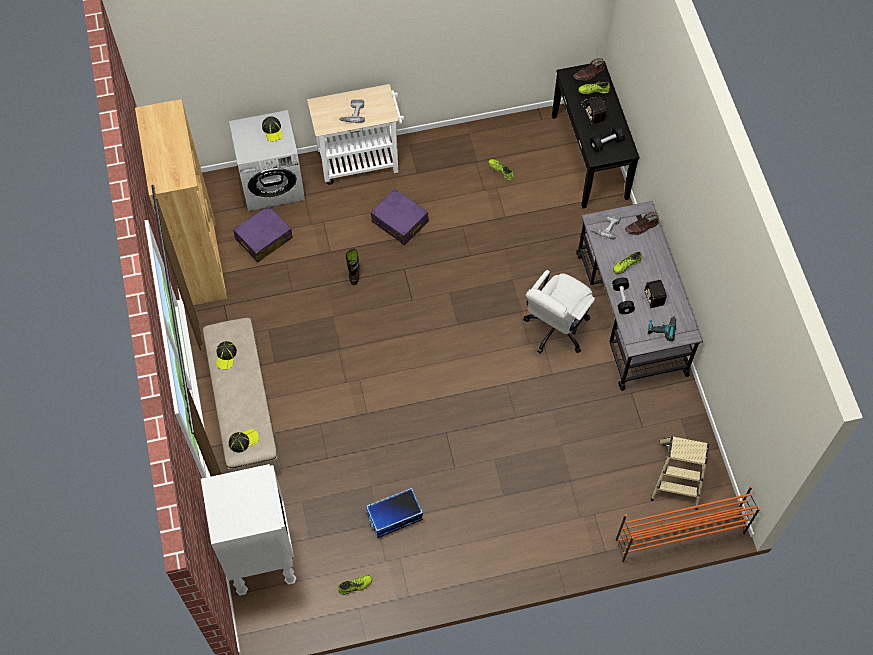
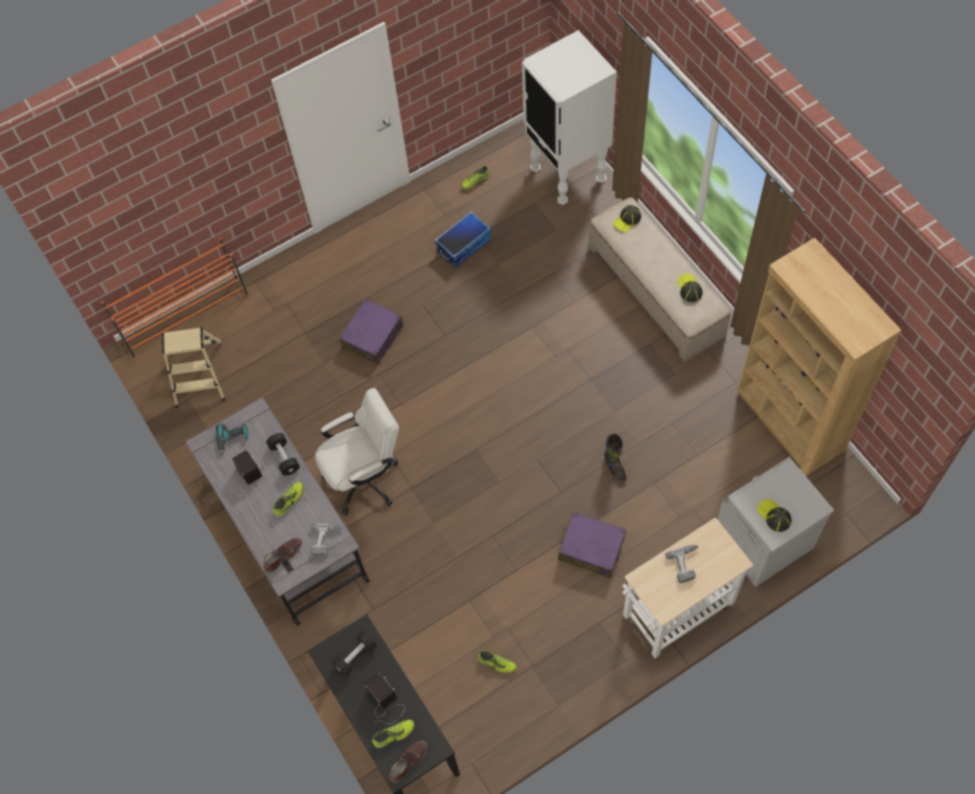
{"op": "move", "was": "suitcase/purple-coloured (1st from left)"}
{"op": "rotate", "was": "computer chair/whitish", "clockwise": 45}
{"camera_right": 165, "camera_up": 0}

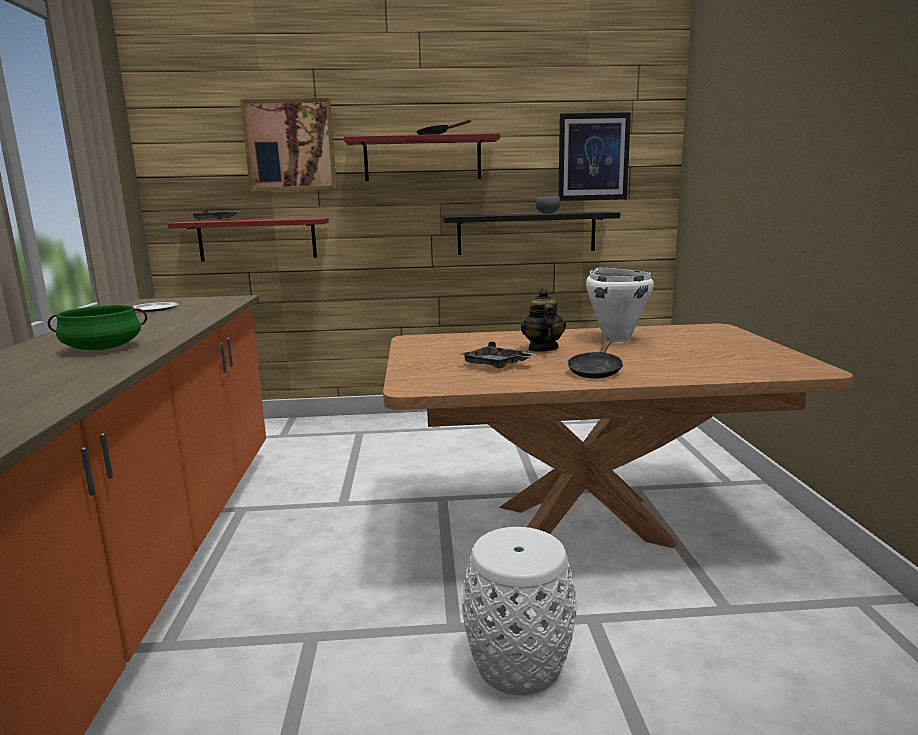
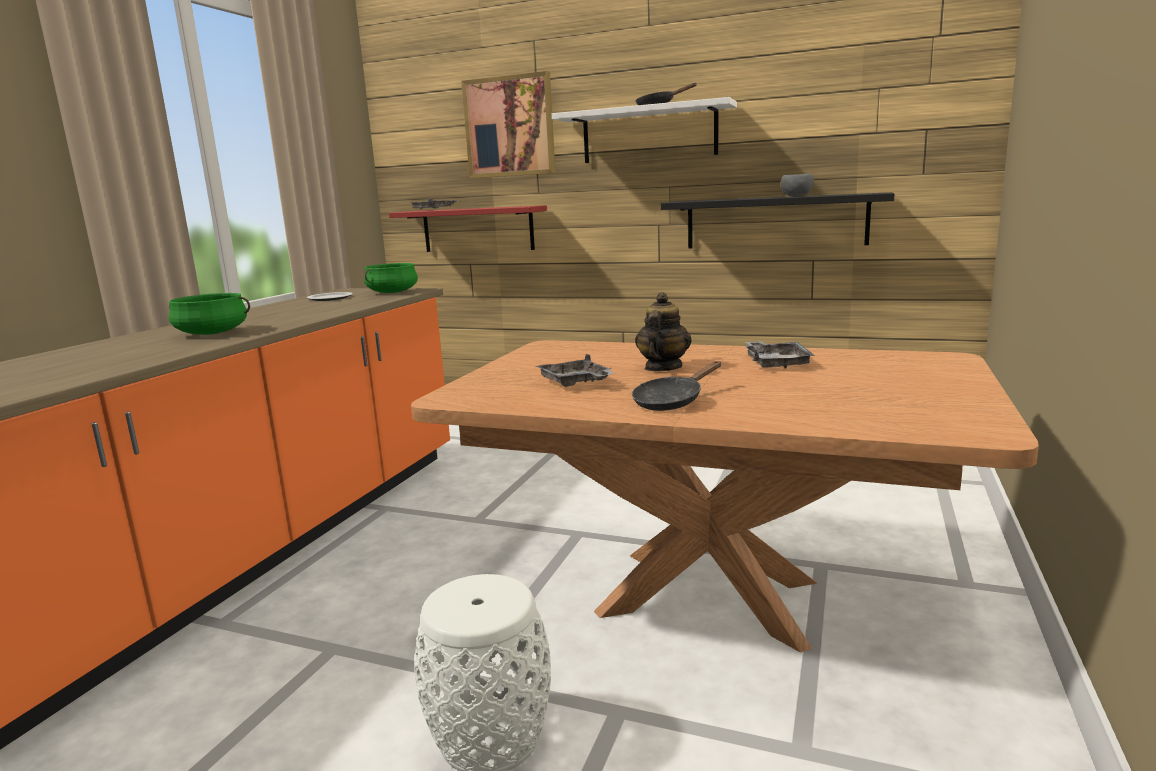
{"op": "recolor", "was": "bracket shelf/red-coloured (2nd from left)", "now": "bracket shelf/whitish"}
{"op": "delete", "was": "wall art (2nd from left)"}
{"op": "replace", "was": "stockpot/whitish", "now": "carrying tray/gray (3rd from left)"}
{"op": "insert", "now": "stockpot/greenish (2nd from left)"}
{"camera_right": 25, "camera_up": 0}

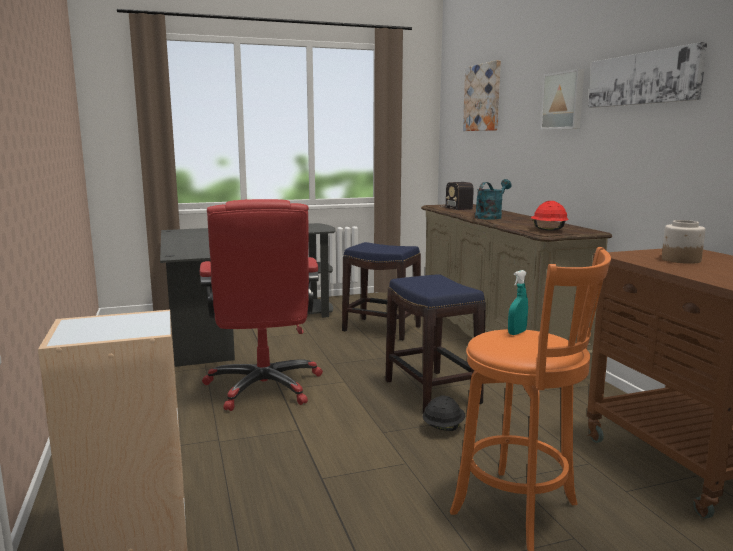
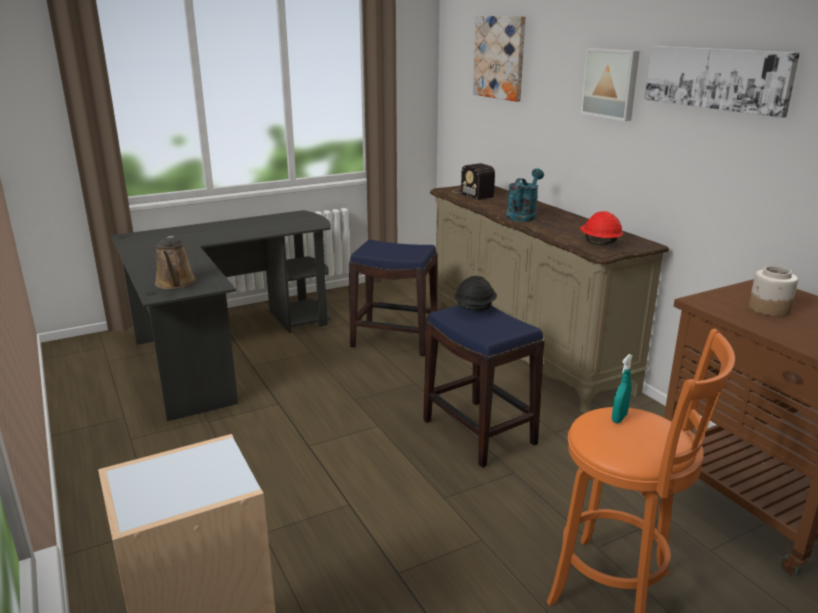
{"op": "delete", "was": "computer chair/red-coloured"}
{"op": "move", "was": "safety helmet/black"}
{"op": "insert", "now": "watering can/brown-coloured"}
{"camera_right": -10, "camera_up": 10}

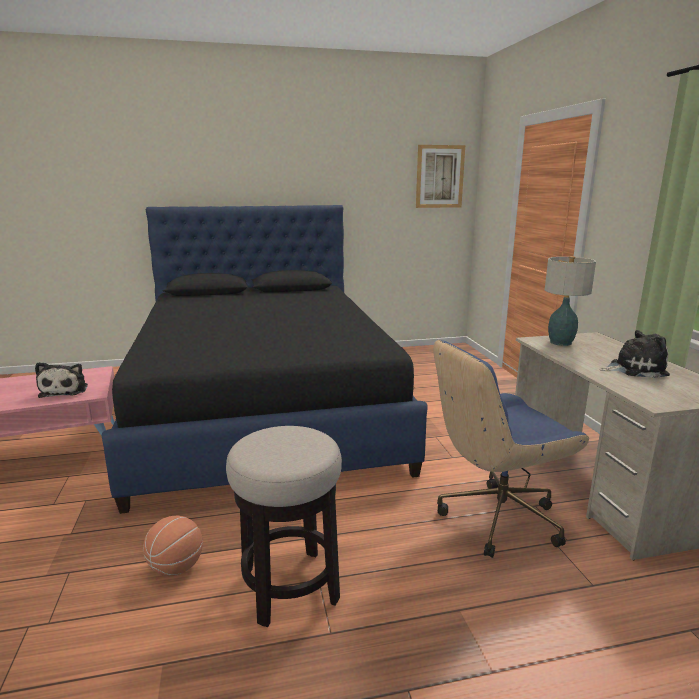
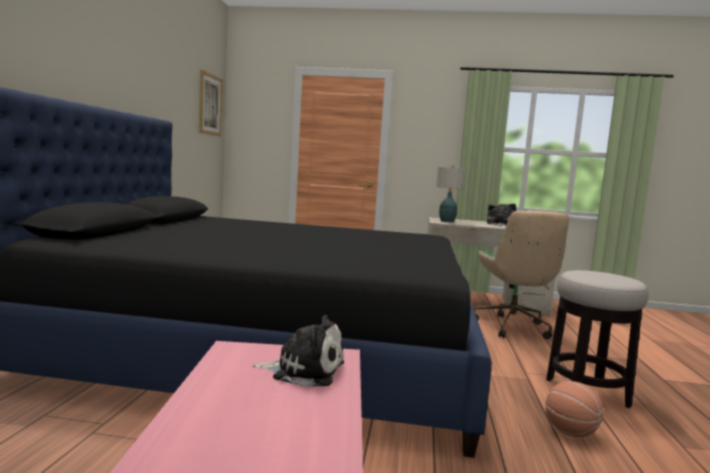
{"op": "recolor", "was": "computer chair/blue", "now": "computer chair/greenish"}
{"camera_right": -70, "camera_up": -10}

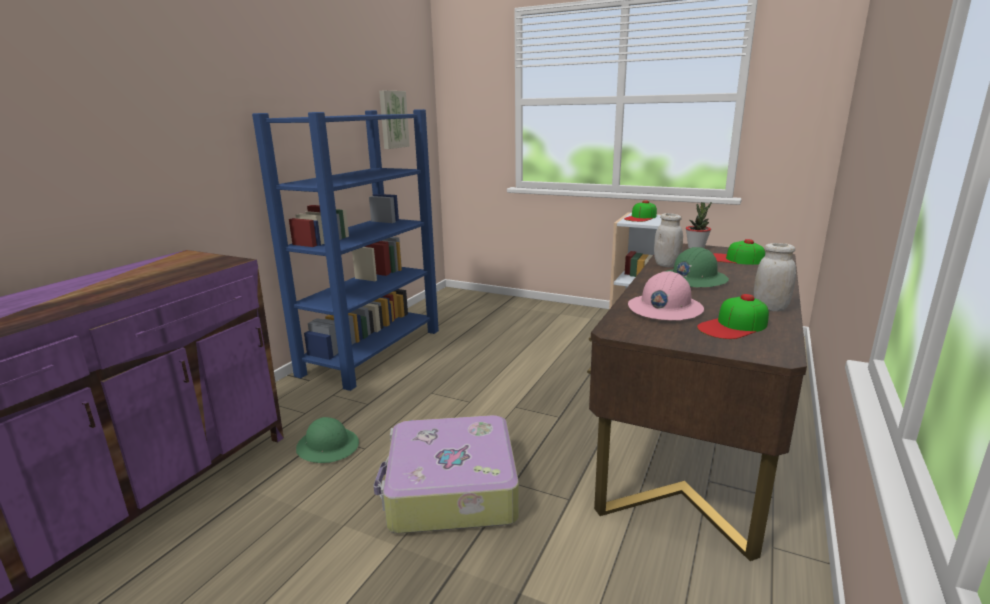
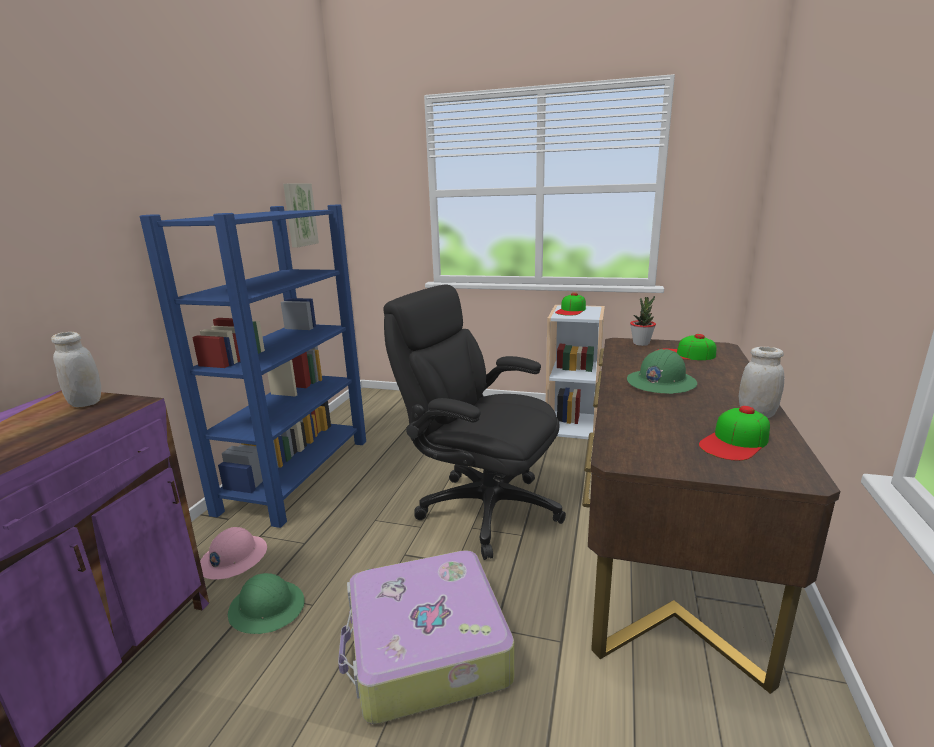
{"op": "move", "was": "safety helmet/pink"}
{"op": "move", "was": "storage jar/whitish (1st from left)"}
{"op": "insert", "now": "computer chair/black"}
{"camera_right": -10, "camera_up": 0}

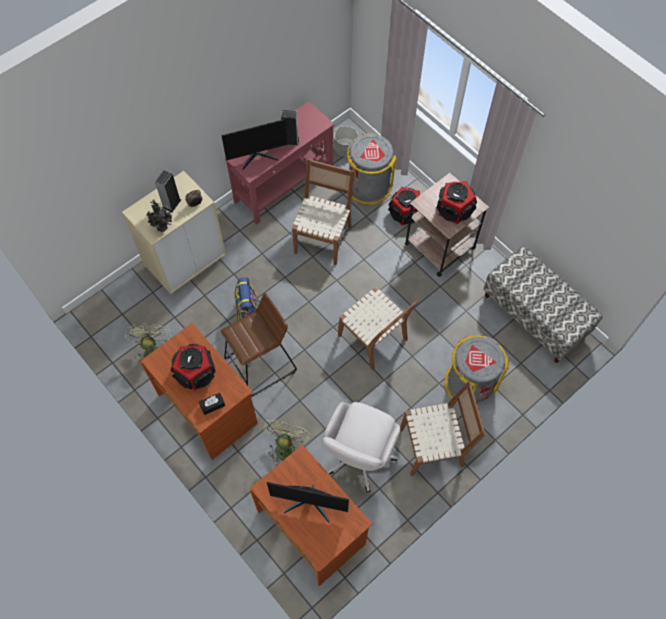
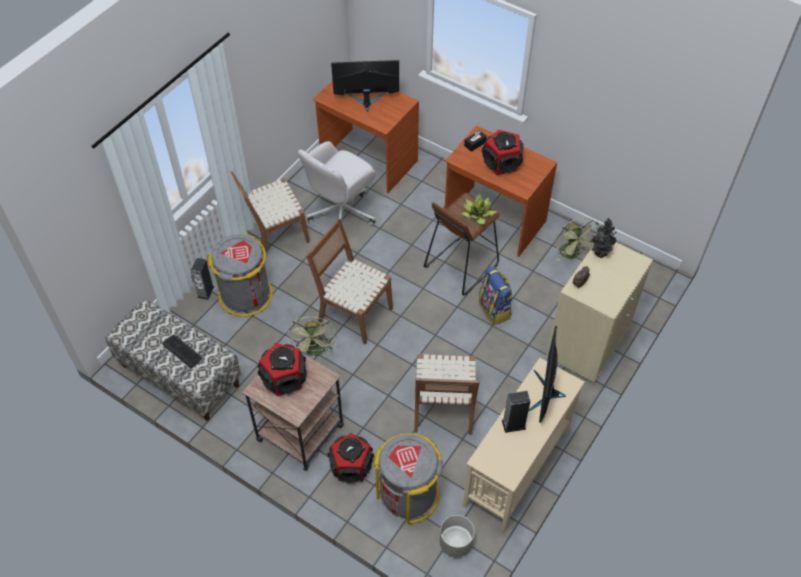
{"op": "move", "was": "loudspeaker (1st from left)"}
{"op": "rotate", "was": "computer screen (1st from left in the first image)", "clockwise": -45}
{"op": "recolor", "was": "narrow table/red-coloured", "now": "narrow table/sand-coloured"}
{"op": "move", "was": "fan/greenish (2nd from left in the first image)", "now": "fan/greenish (1st from left)"}
{"op": "rotate", "was": "computer chair/whitish", "clockwise": -150}
{"op": "insert", "now": "PC keyboard"}
{"op": "insert", "now": "plant in a pot (1st from left)"}
{"camera_right": 165, "camera_up": -10}

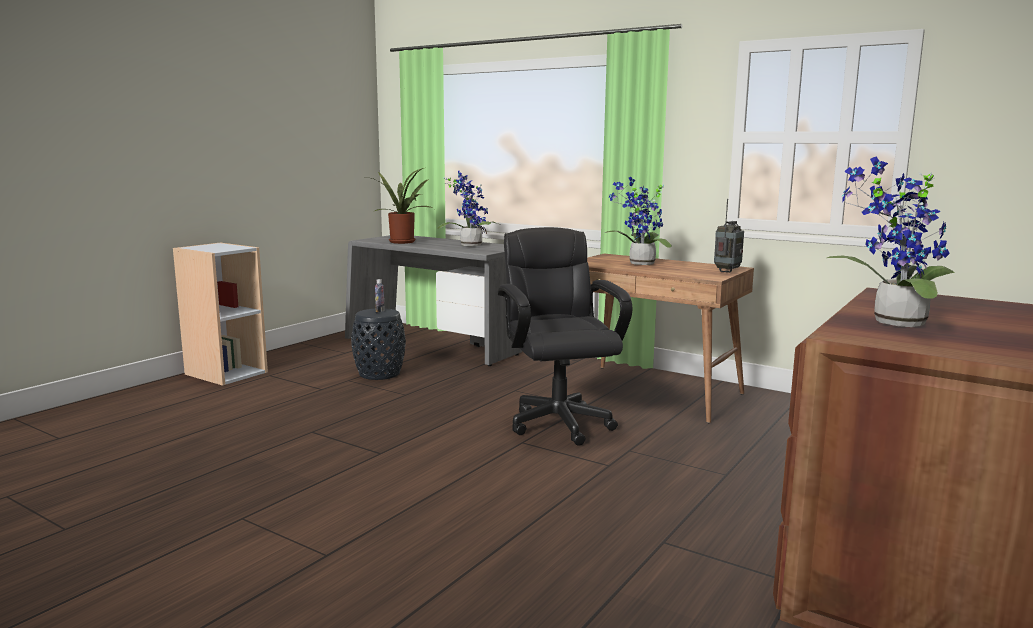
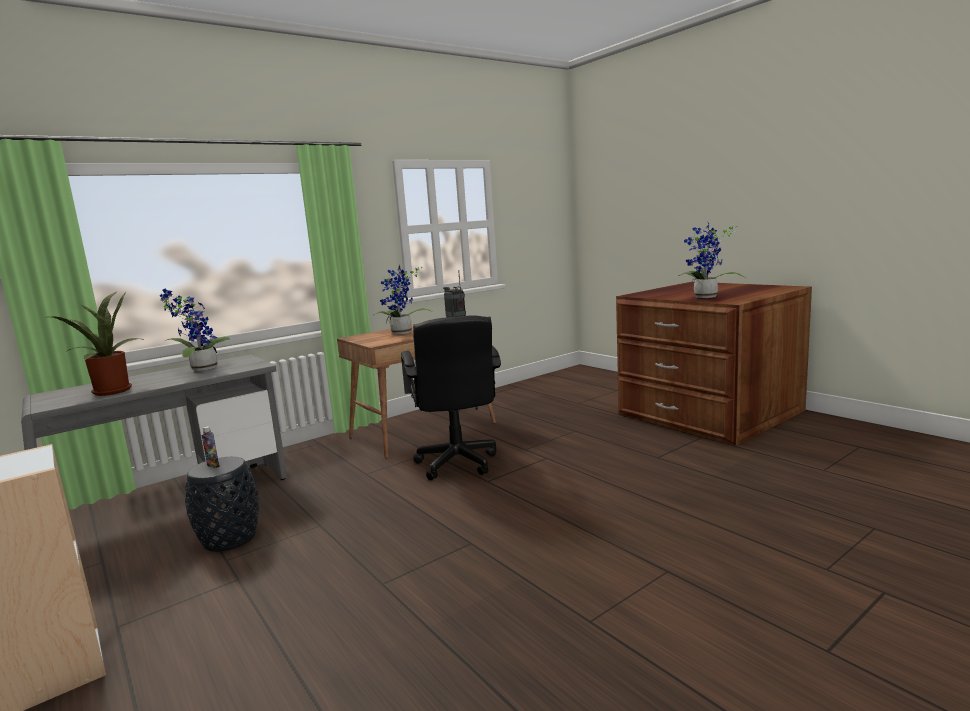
{"op": "rotate", "was": "computer chair/black", "clockwise": -105}
{"camera_right": -70, "camera_up": 0}

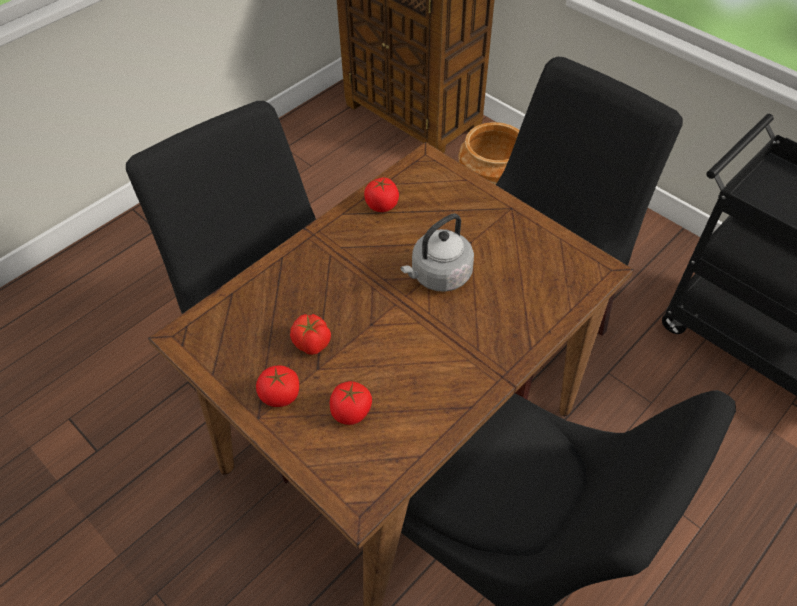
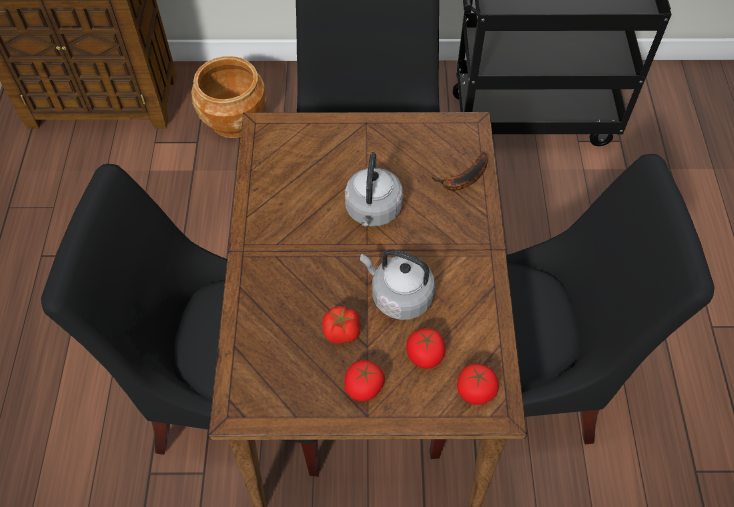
{"op": "move", "was": "fresh tomato (4th from left)"}
{"op": "insert", "now": "kettle/gray (2nd from left)"}
{"op": "insert", "now": "banana"}
{"camera_right": -45, "camera_up": 5}

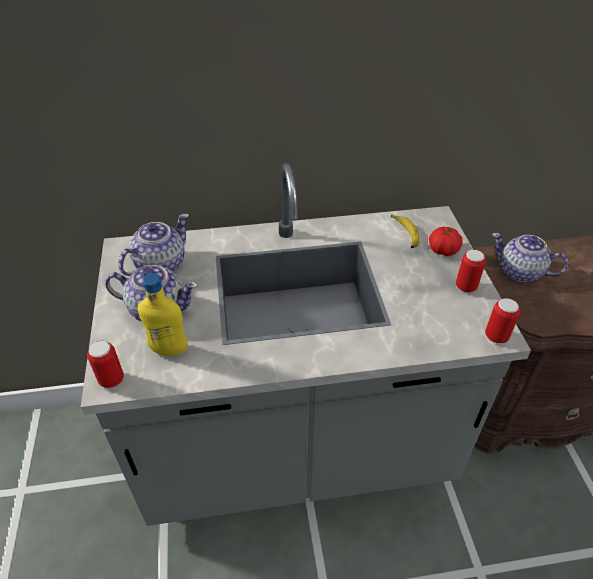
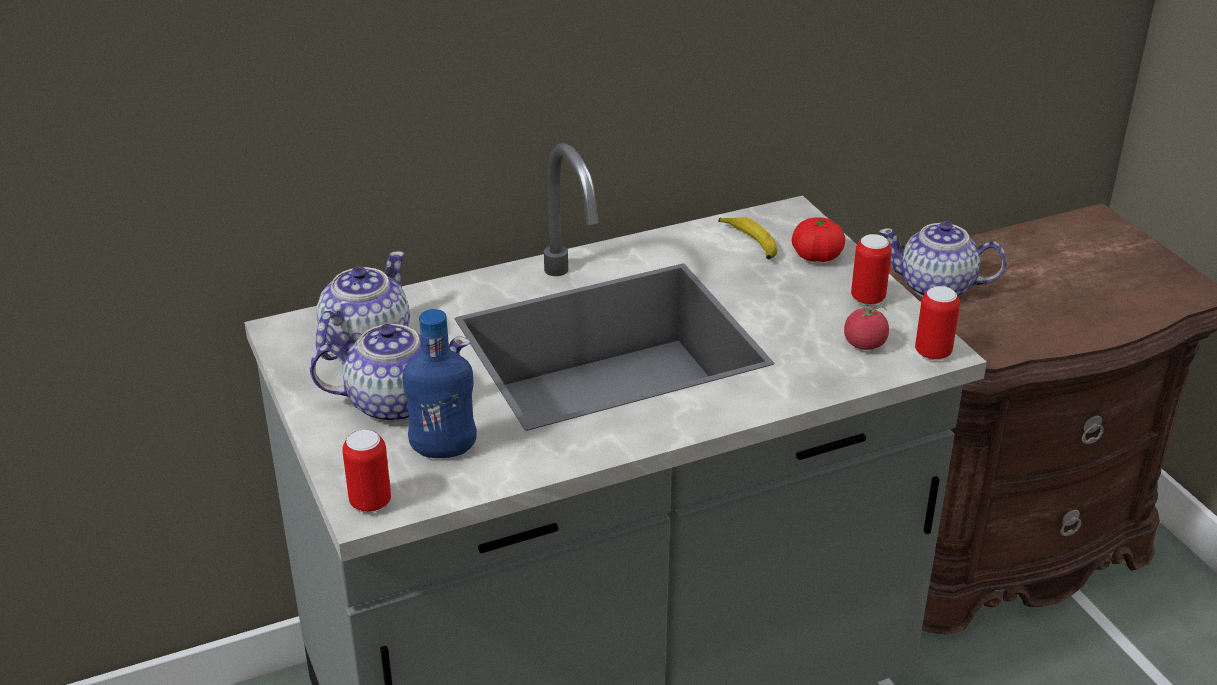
{"op": "recolor", "was": "bottle/yellow", "now": "bottle/blue"}
{"op": "insert", "now": "fresh tomato (2nd from left)"}
{"camera_right": -15, "camera_up": -10}

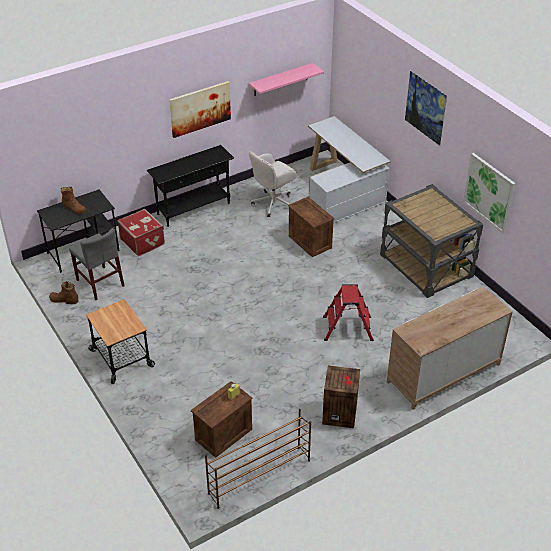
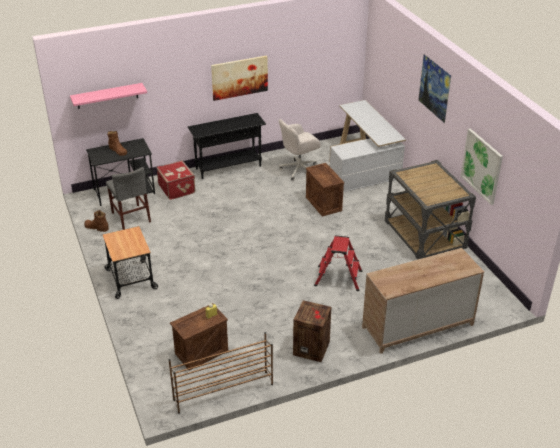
{"op": "move", "was": "bracket shelf/pink"}
{"camera_right": 10, "camera_up": -5}

